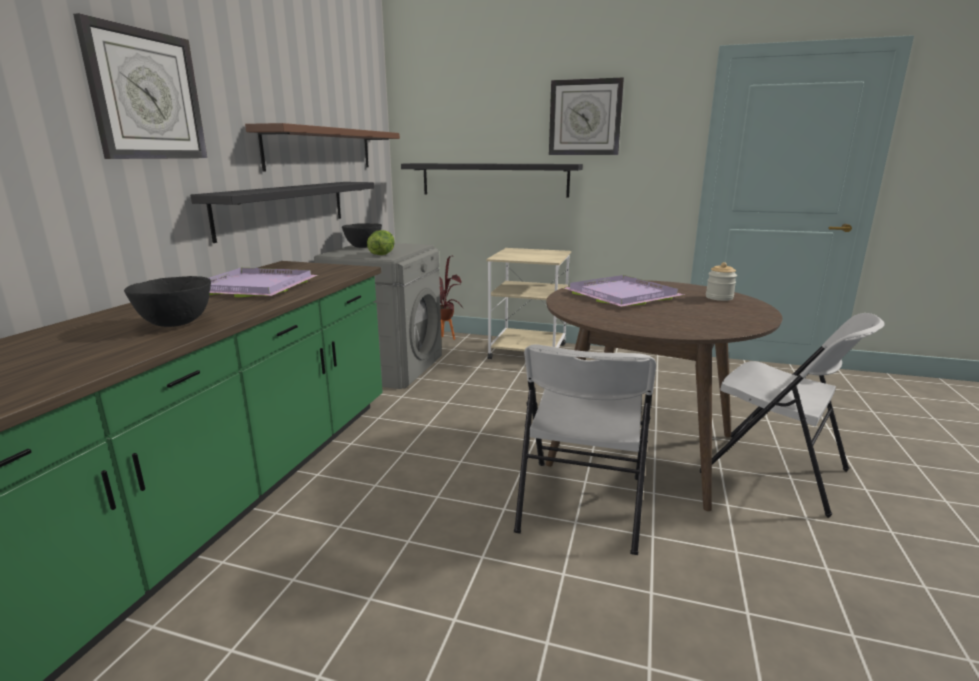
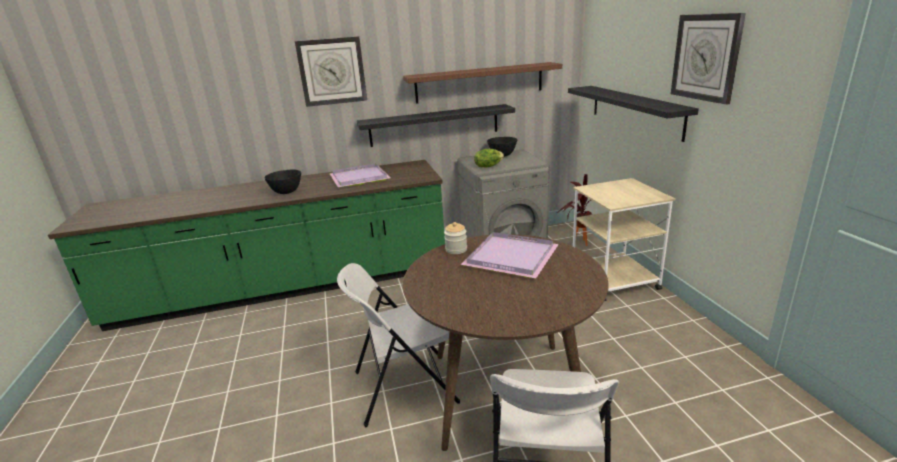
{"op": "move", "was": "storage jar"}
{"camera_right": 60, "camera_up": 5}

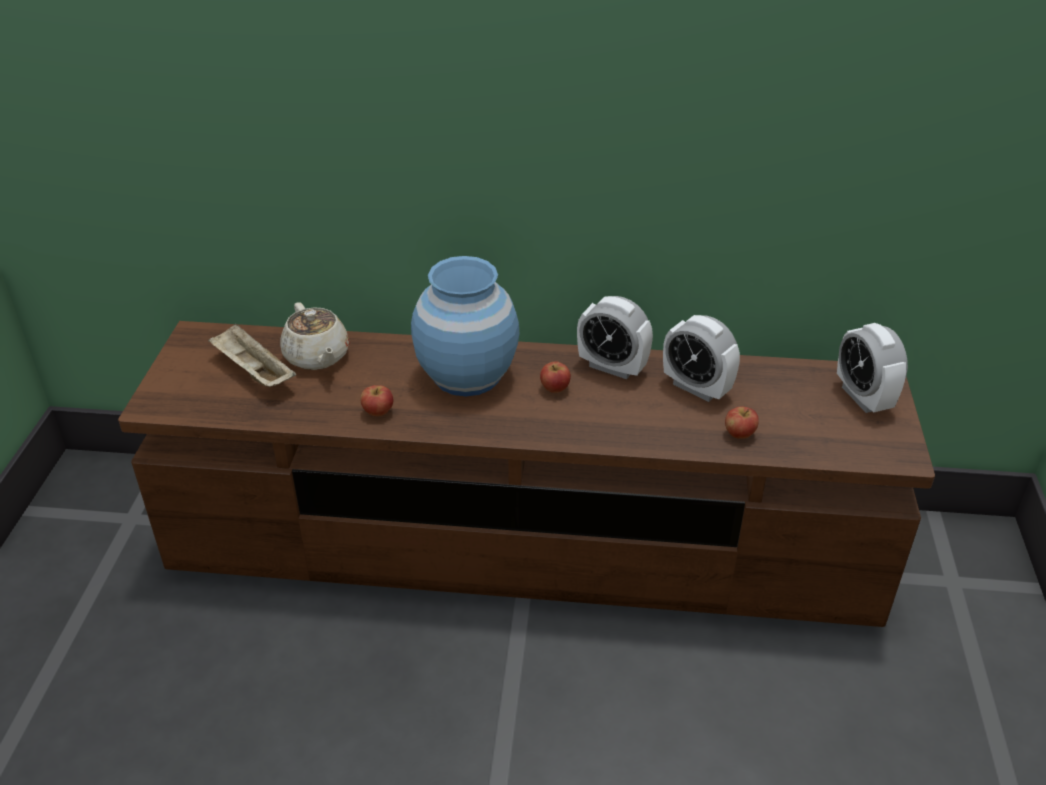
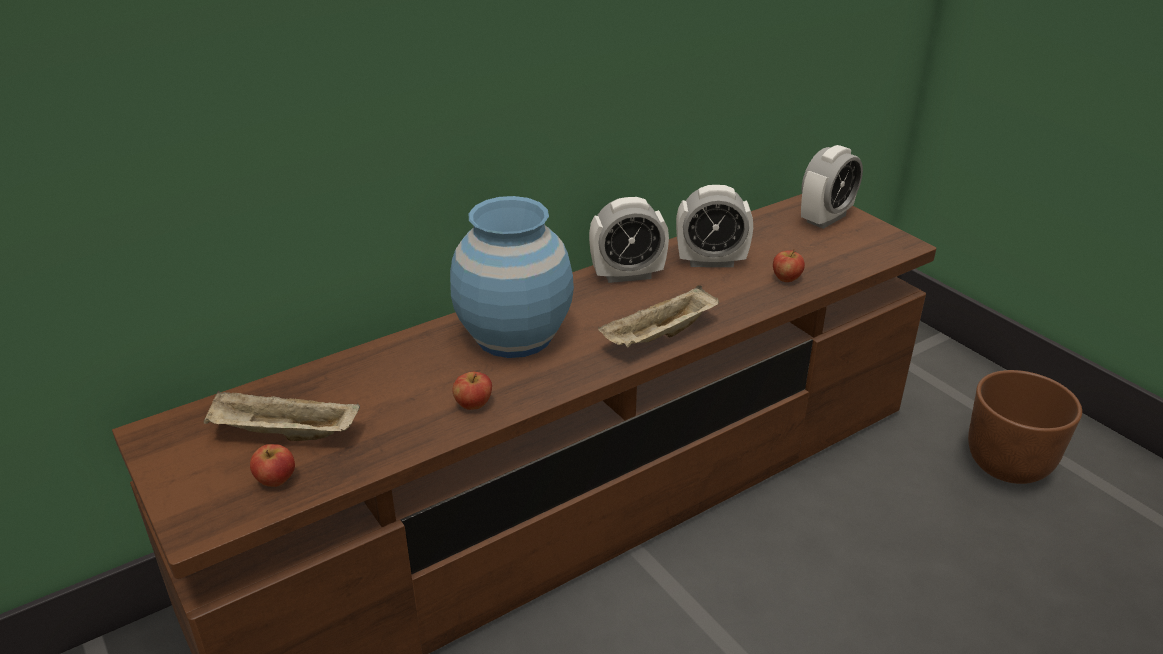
{"op": "delete", "was": "tea pot/sand-coloured"}
{"op": "move", "was": "whole apple (2nd from left in the first image)", "now": "whole apple (1st from left)"}
{"op": "rotate", "was": "bedside clock (3rd from left)", "clockwise": -75}
{"op": "insert", "now": "carrying tray/sand-coloured (2nd from left)"}
{"op": "insert", "now": "planter/brown-coloured"}
{"camera_right": -40, "camera_up": -5}

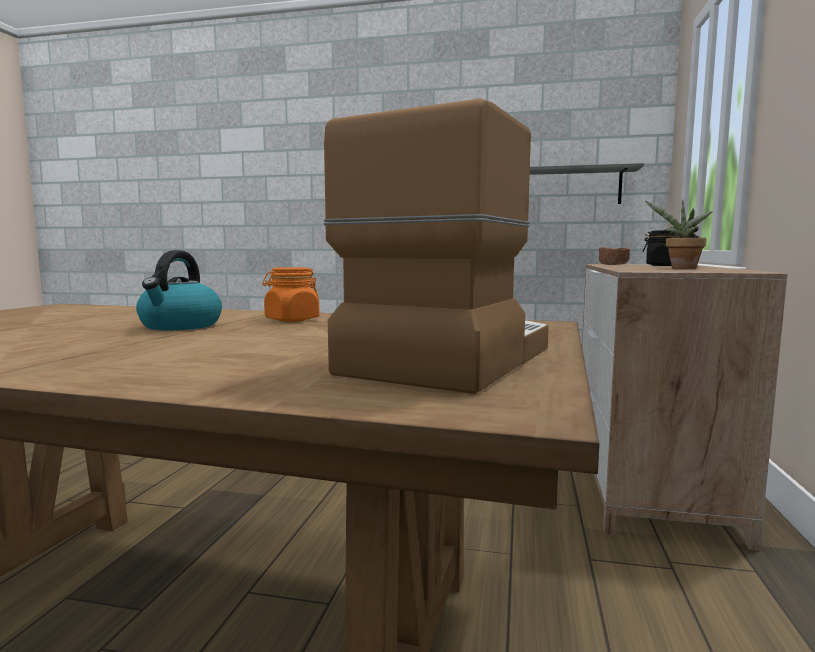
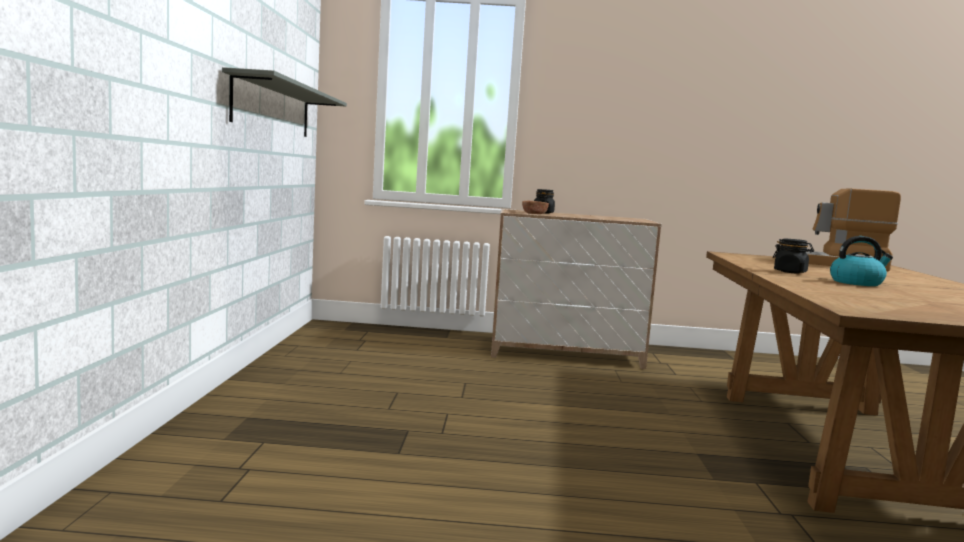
{"op": "recolor", "was": "storage jar/orange-coloured", "now": "storage jar/black (2nd from left)"}
{"op": "delete", "was": "plant in a pot"}
{"camera_right": -100, "camera_up": 0}

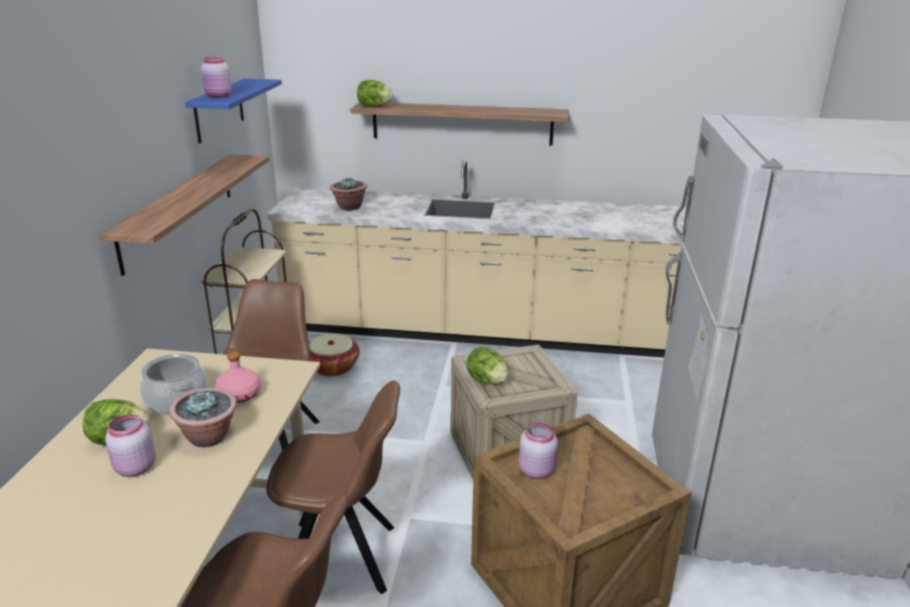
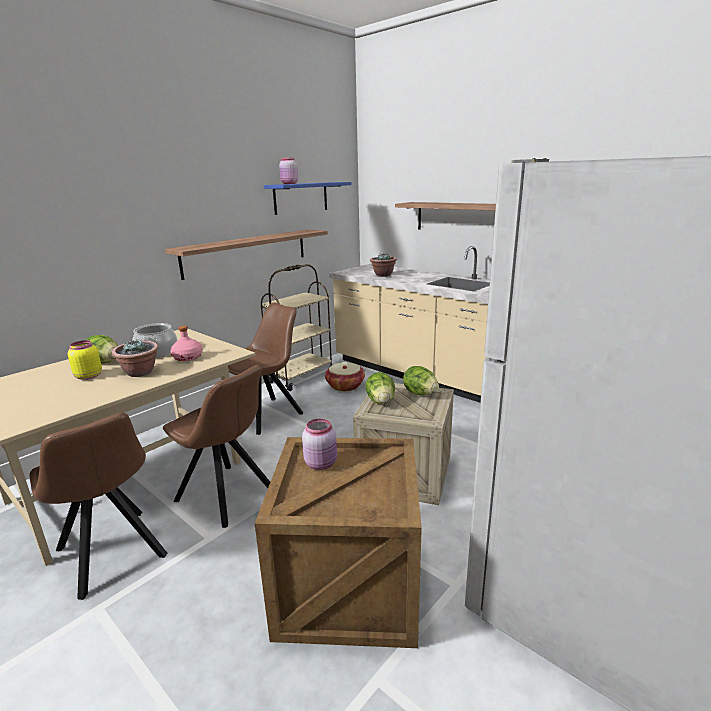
{"op": "recolor", "was": "storage jar/pink (1st from left)", "now": "storage jar/yellow"}
{"op": "move", "was": "lettuce head (2nd from left in the first image)", "now": "lettuce head (3rd from left)"}
{"camera_right": 35, "camera_up": -5}

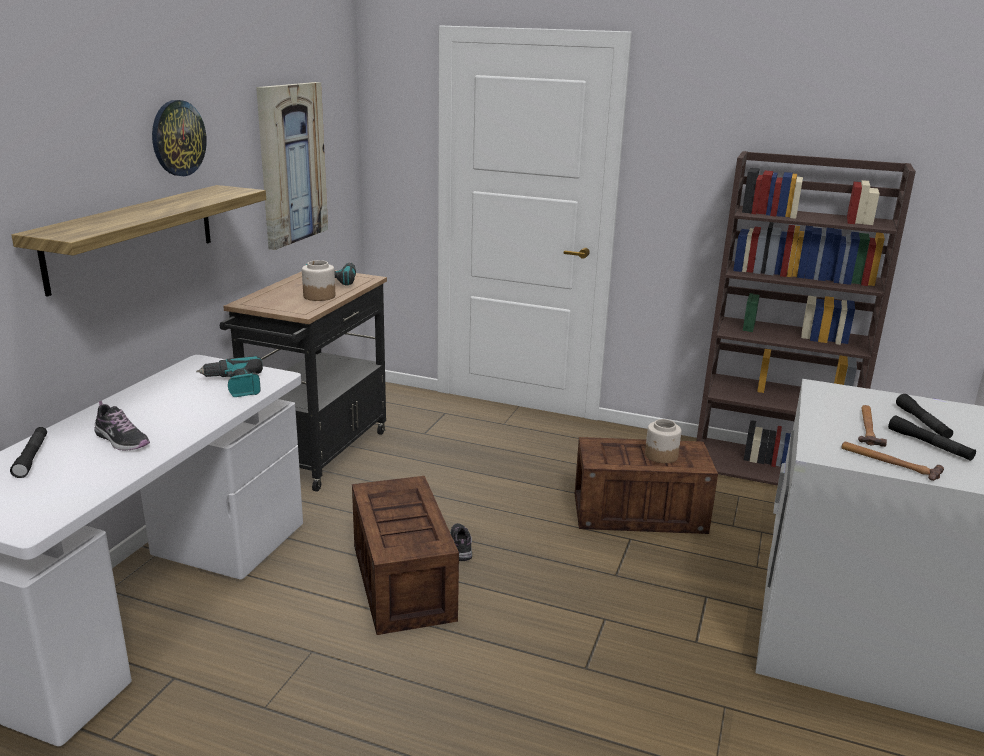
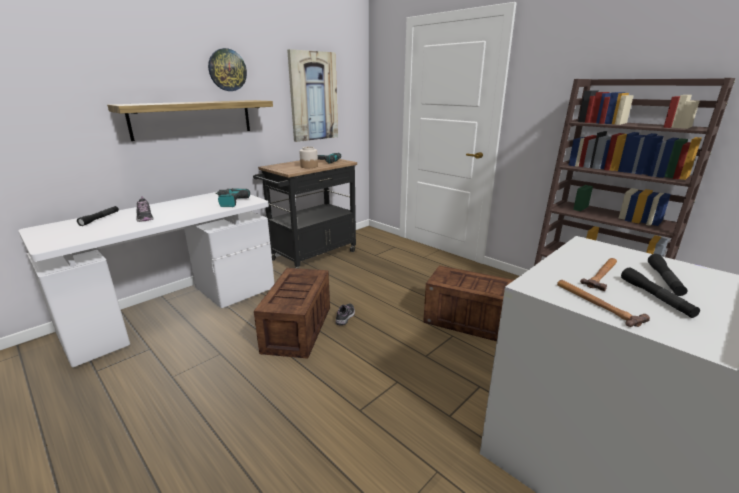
{"op": "delete", "was": "storage jar (2nd from left)"}
{"camera_right": 25, "camera_up": 0}

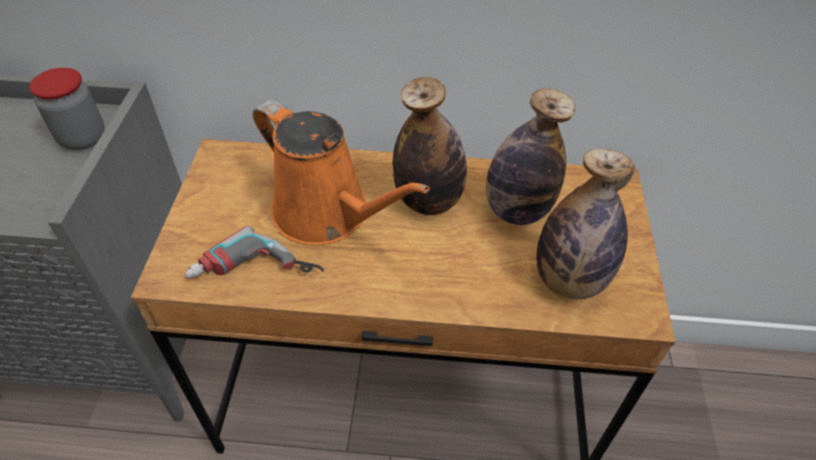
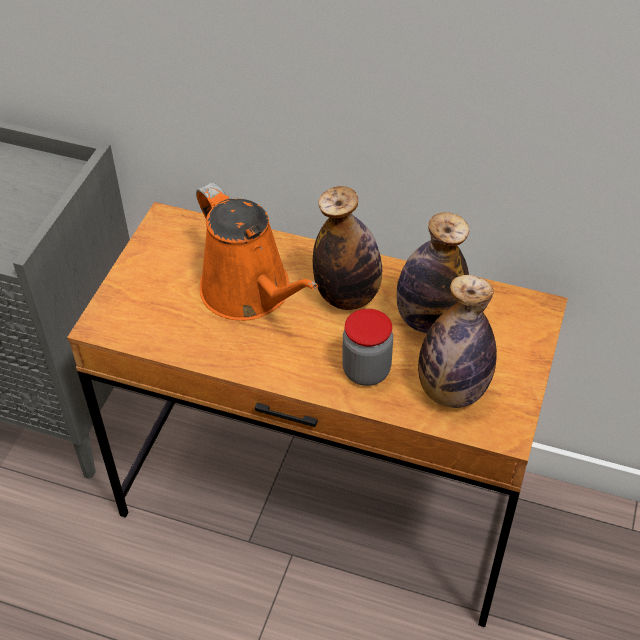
{"op": "move", "was": "storage jar"}
{"op": "delete", "was": "power drill"}
{"camera_right": 15, "camera_up": 0}

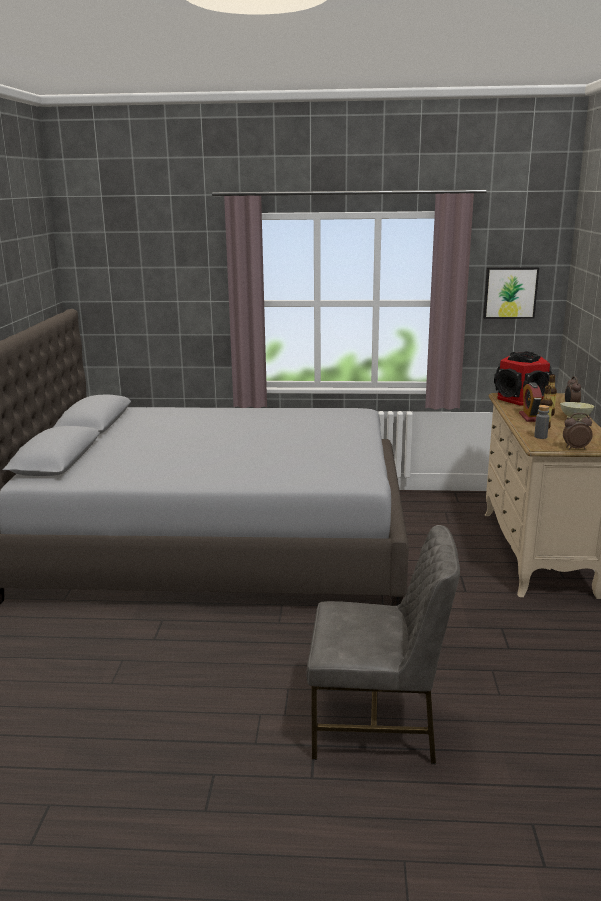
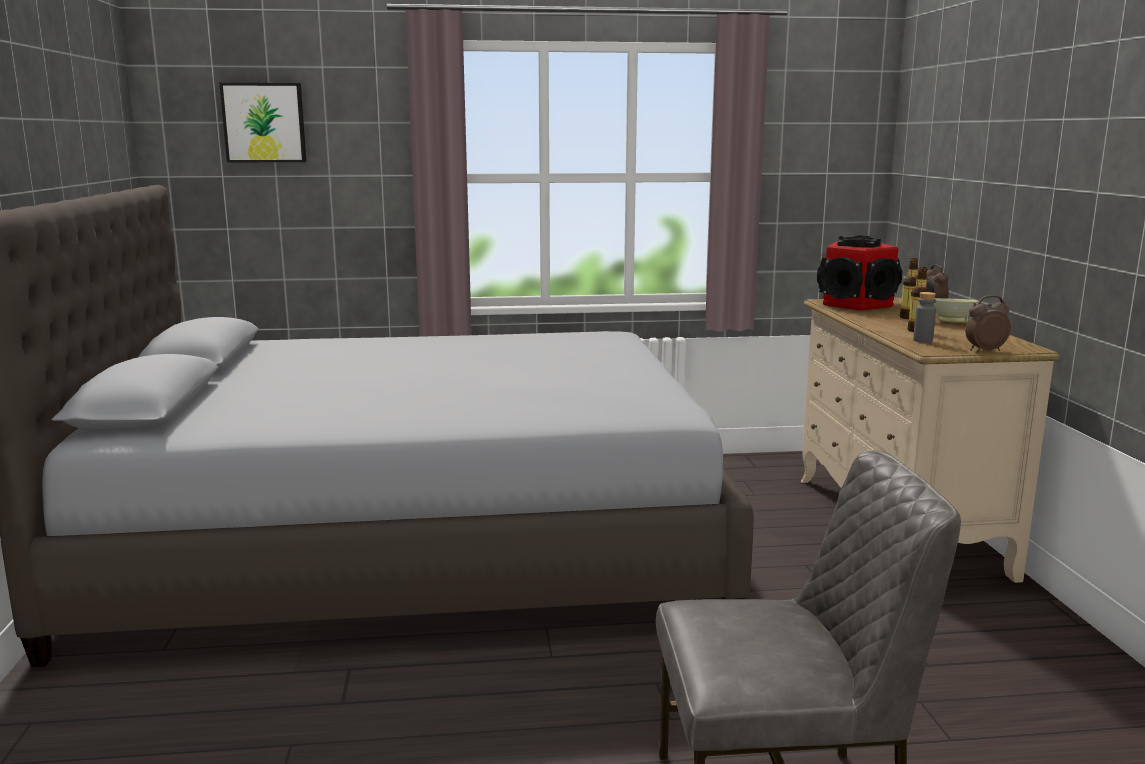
{"op": "move", "was": "wall art"}
{"op": "delete", "was": "bedside clock (1st from left)"}
{"camera_right": -10, "camera_up": -5}

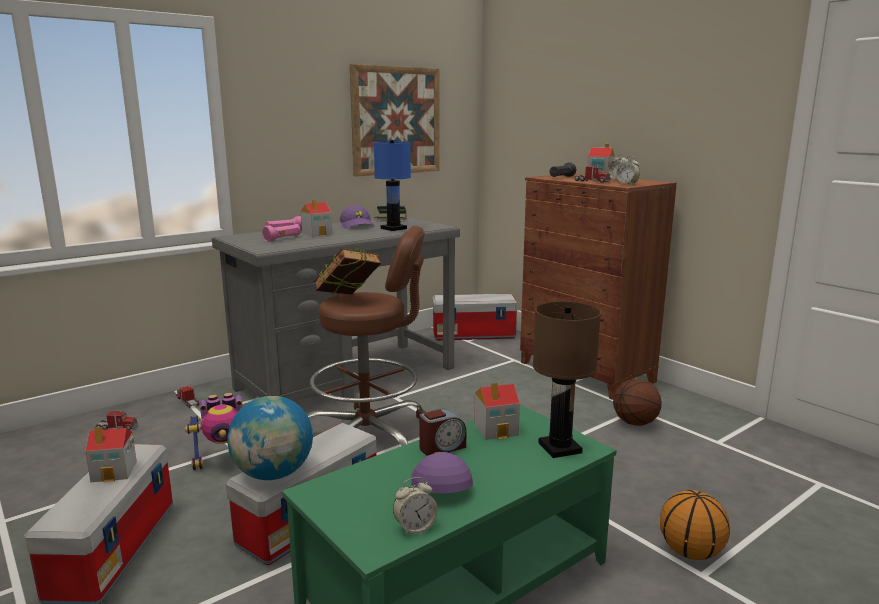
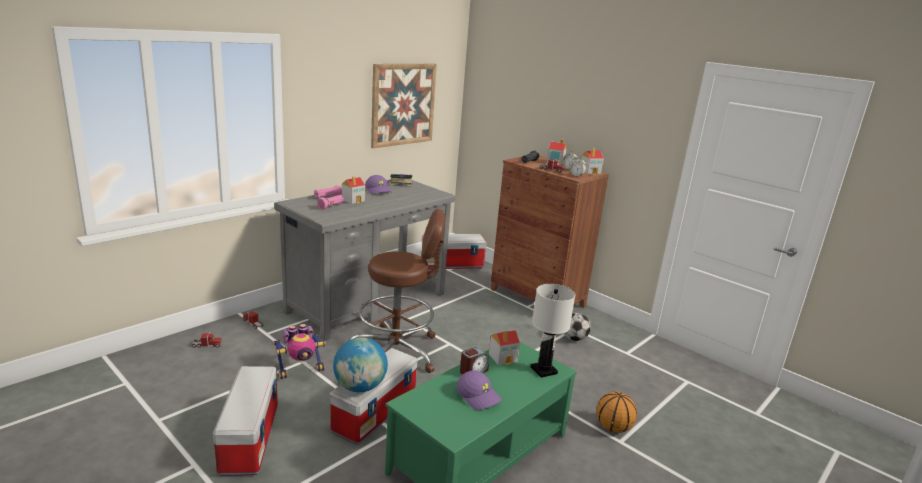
{"op": "move", "was": "toy house (1st from left in the first image)", "now": "toy house (4th from left)"}
{"op": "delete", "was": "bound book (1st from left)"}
{"op": "delete", "was": "table lamp/blue"}
{"op": "delete", "was": "bedside clock (1st from left)"}
{"op": "rotate", "was": "baseball cap/purple-coloured (2nd from left)", "clockwise": 150}
{"op": "recolor", "was": "table lamp/brown-coloured", "now": "table lamp/whitish"}
{"op": "replace", "was": "basketball (1st from left)", "now": "football ball"}
{"camera_right": -10, "camera_up": 5}

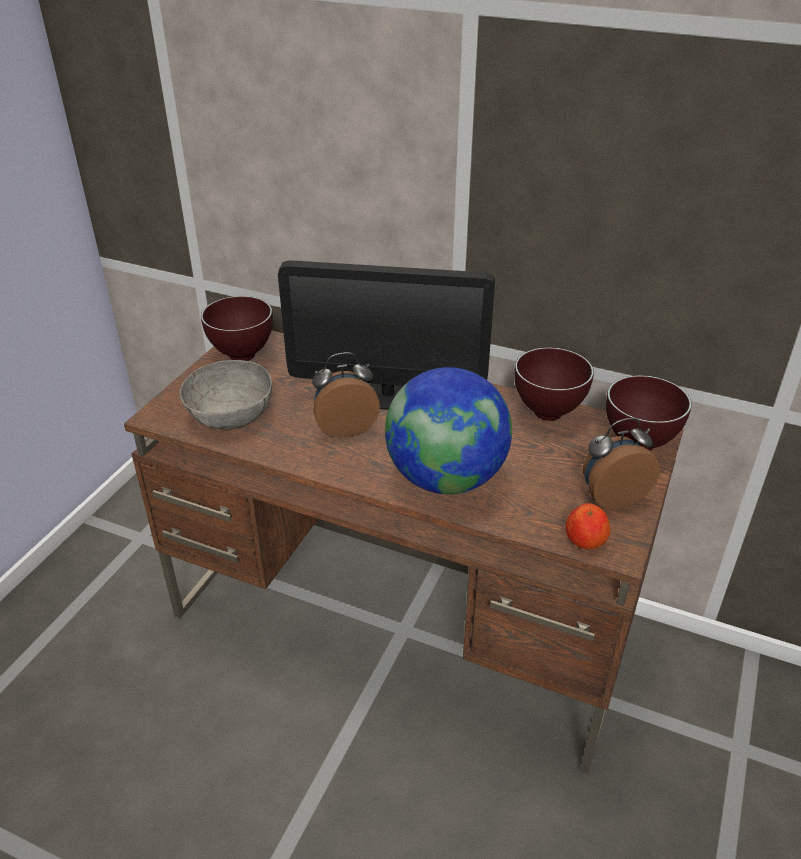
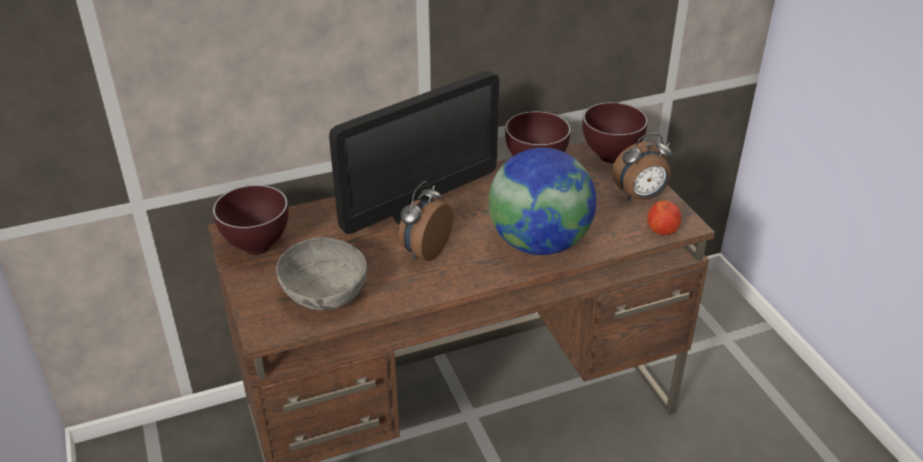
{"op": "rotate", "was": "bedside clock (2nd from left)", "clockwise": -135}
{"camera_right": -45, "camera_up": 0}

